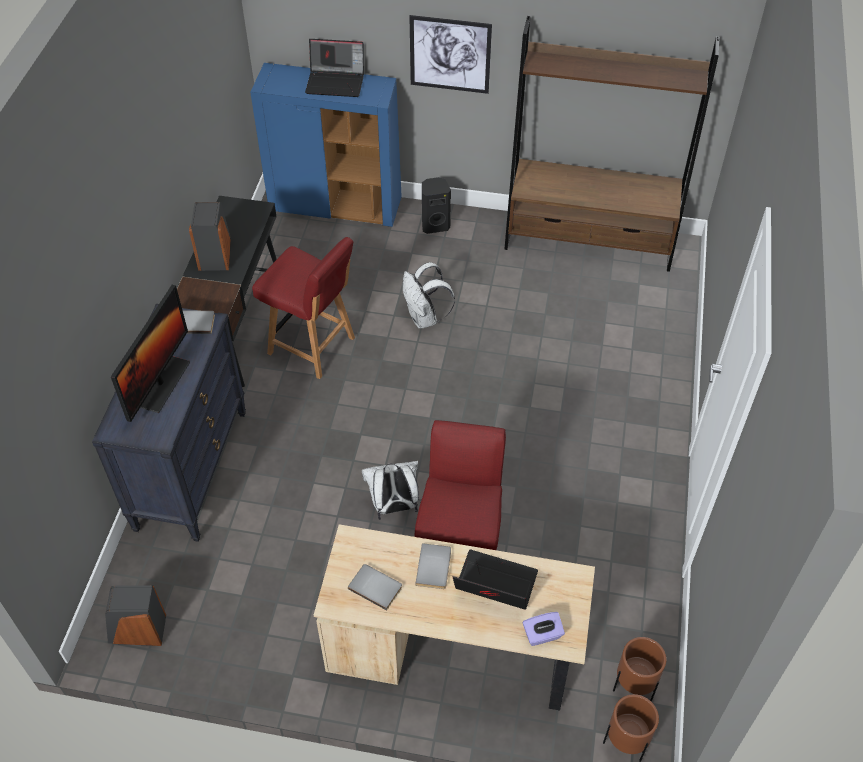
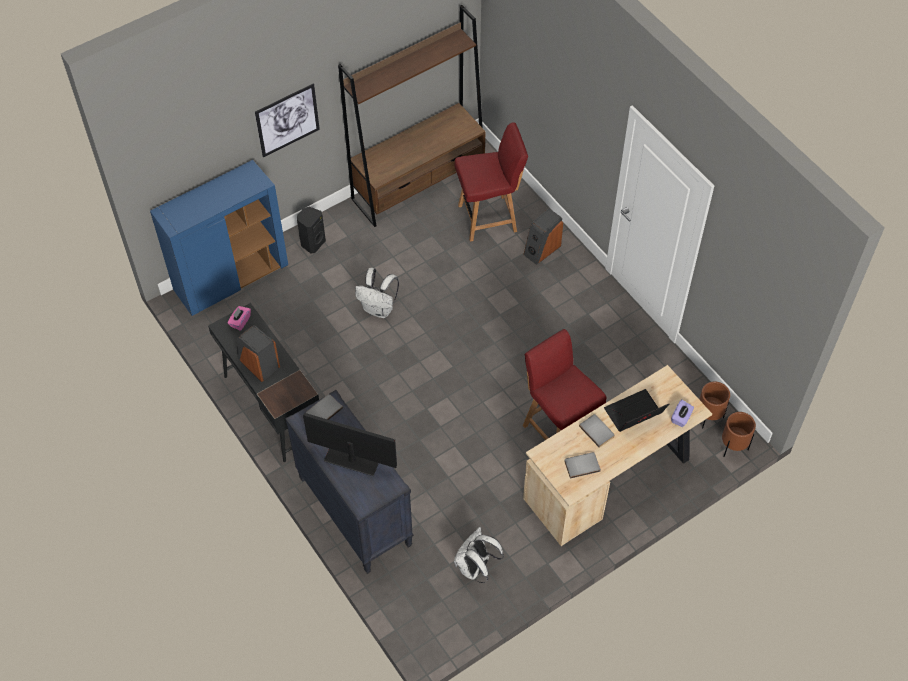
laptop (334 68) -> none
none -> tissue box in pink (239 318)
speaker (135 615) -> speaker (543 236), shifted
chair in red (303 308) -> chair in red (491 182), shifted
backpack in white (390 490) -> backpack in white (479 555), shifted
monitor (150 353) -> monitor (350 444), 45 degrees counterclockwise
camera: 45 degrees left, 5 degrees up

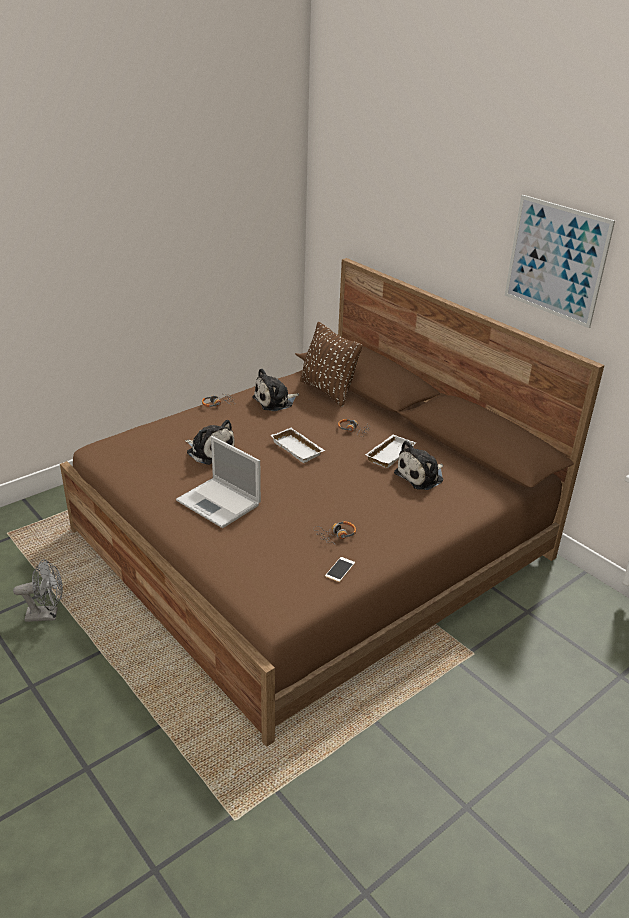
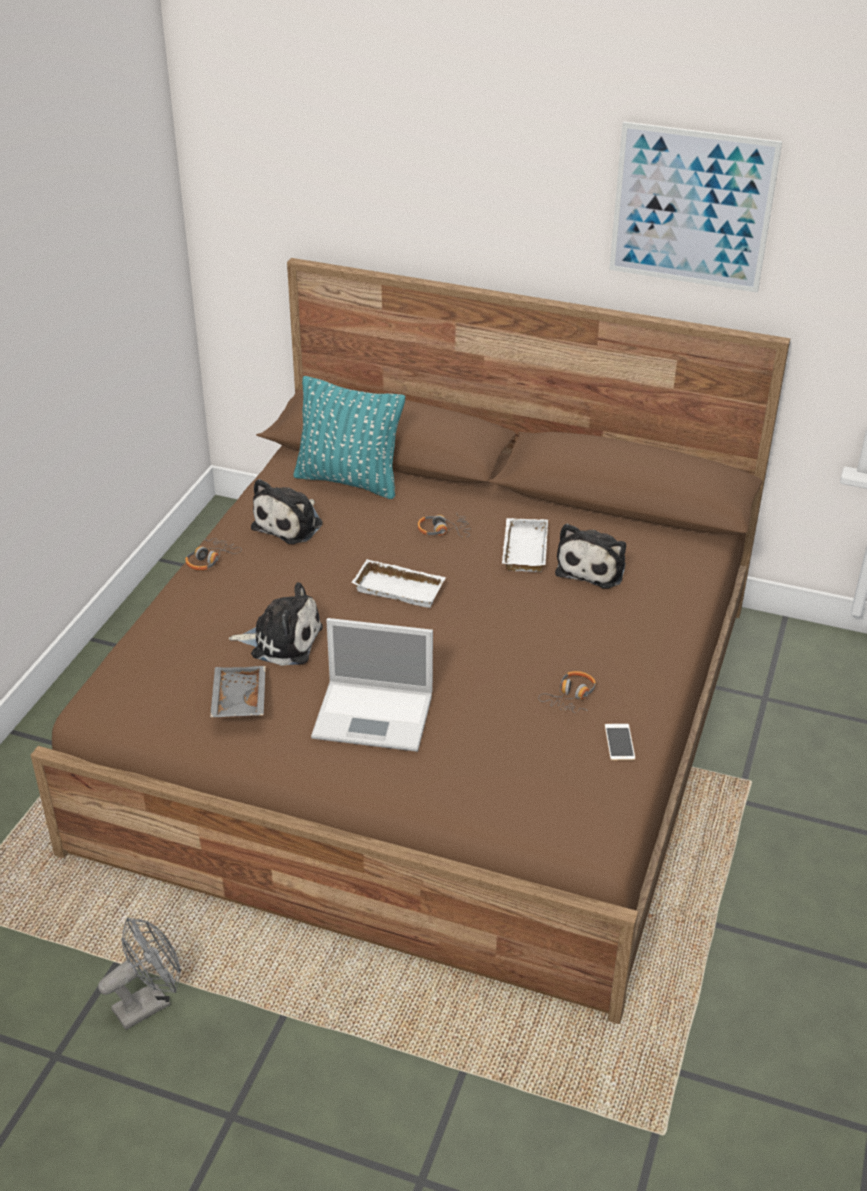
none -> tray in grey (238 692)
pillow in brown (331 364) -> pillow in turquoise (349 437)
camera: 30 degrees left, 5 degrees up

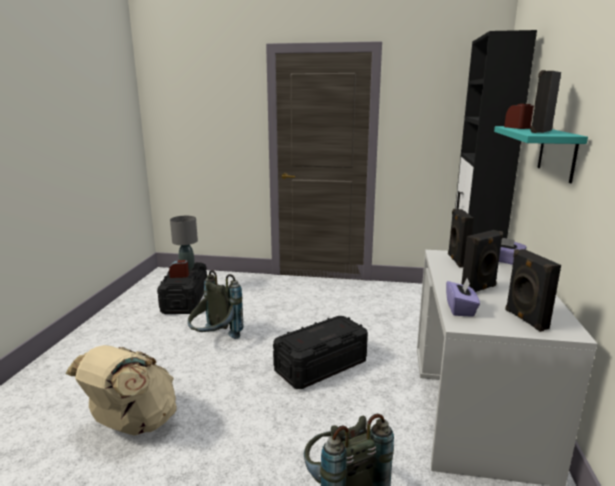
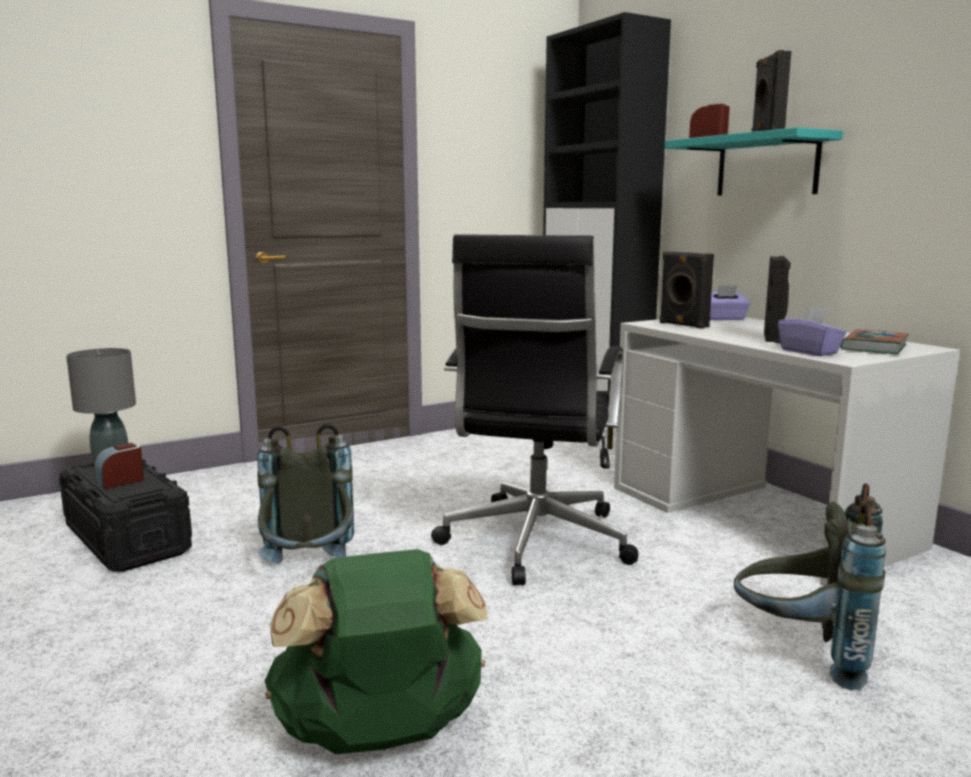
storage box in black (320 352) -> office chair in black (534 409)
speaker in black (533 290) -> book (874 342)
backpack in beige (121 390) -> backpack in green (376 651)
camera: 40 degrees left, 5 degrees down

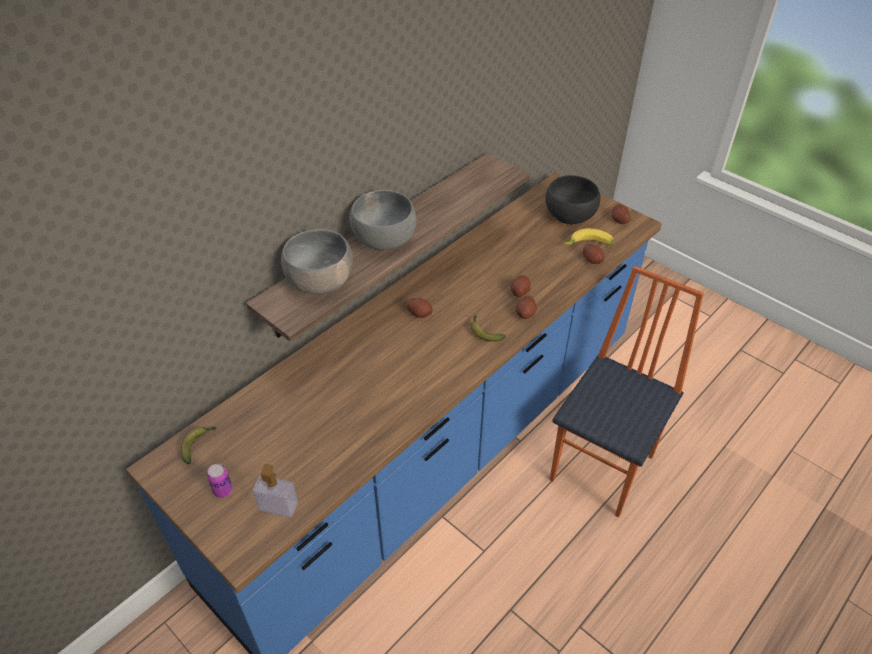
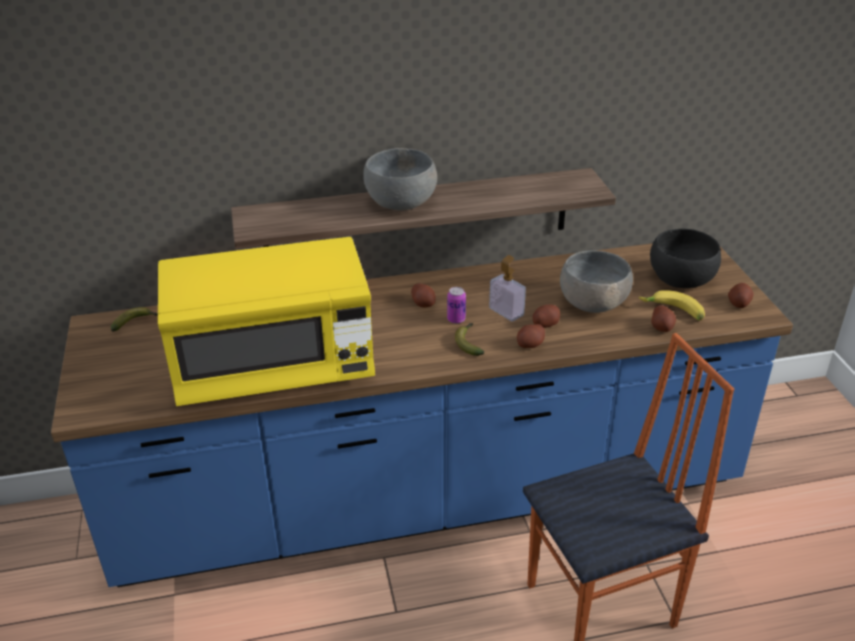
none -> microwave in yellow (266 321)
can (220 481) -> can (456 305), shifted
soap dispenser (275 491) -> soap dispenser (507 288), shifted
bowl in grey (317 261) -> bowl in grey (596 281), shifted
camera: 35 degrees right, 10 degrees down

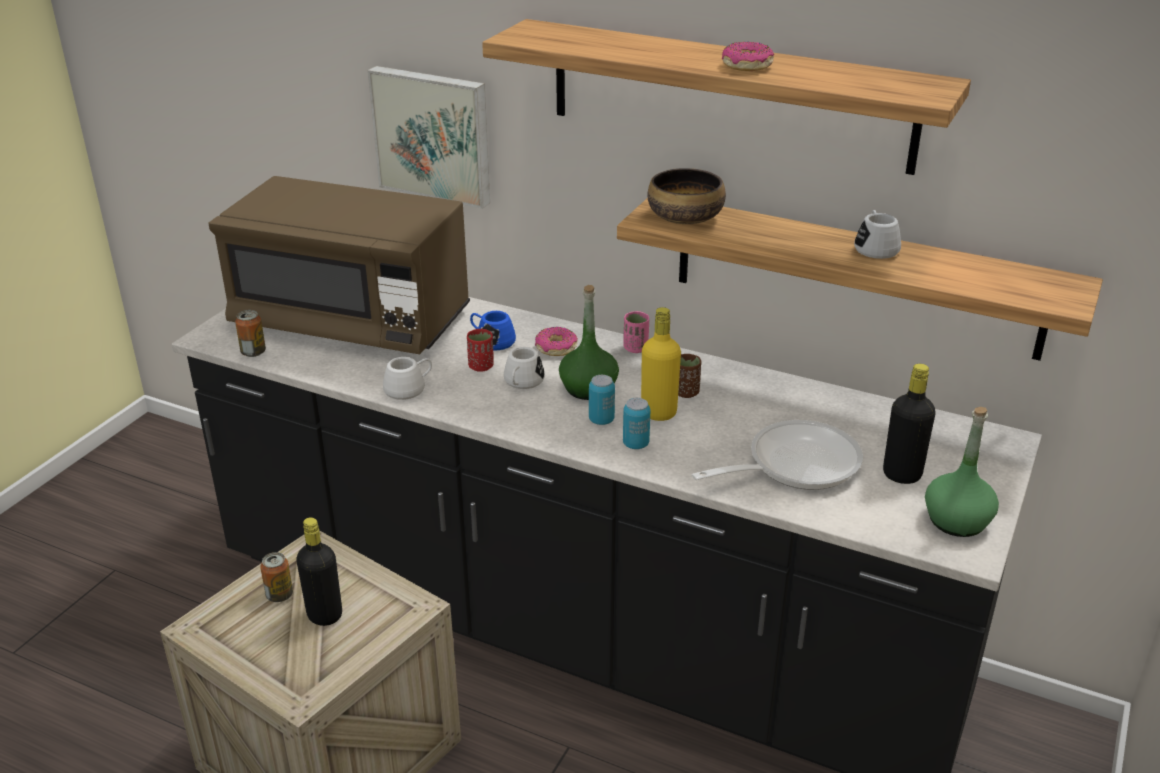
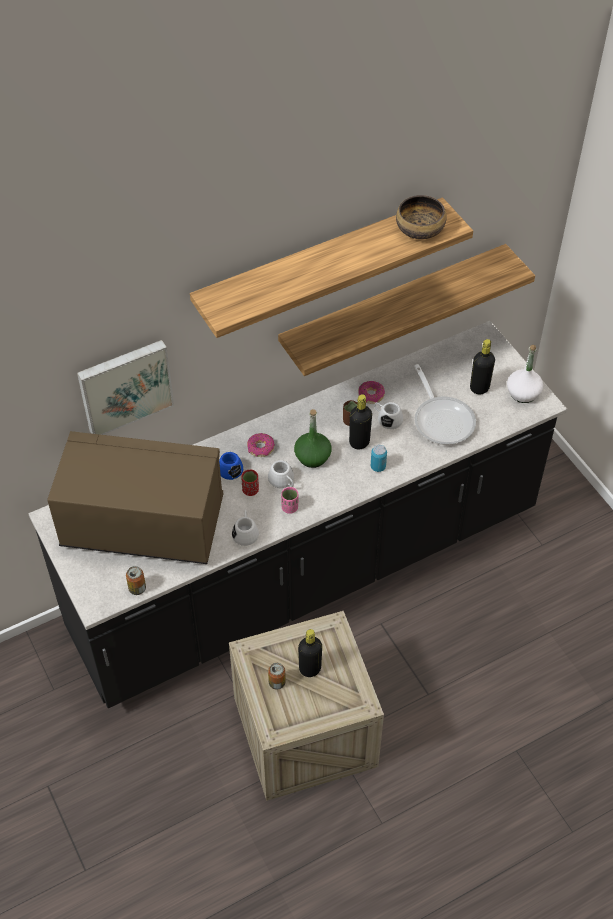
can (602 400) -> none
cup in pink (636 332) -> cup in pink (289 500), shifted
bowl (686 196) -> bowl (421 217), shifted
donut (748 56) -> donut (371 392), shifted
mug in white (877 234) -> mug in white (388 415), shifted
bottle in yellow (661 364) -> bottle in black (360 421)
bottle in green (962 472) -> bottle in white (525 374)
microwave in brown (339 265) -> microwave in brown (135 497), 135 degrees counterclockwise
frying pan (777 455) -> frying pan (445 404), 150 degrees clockwise
camera: 55 degrees left, 20 degrees up

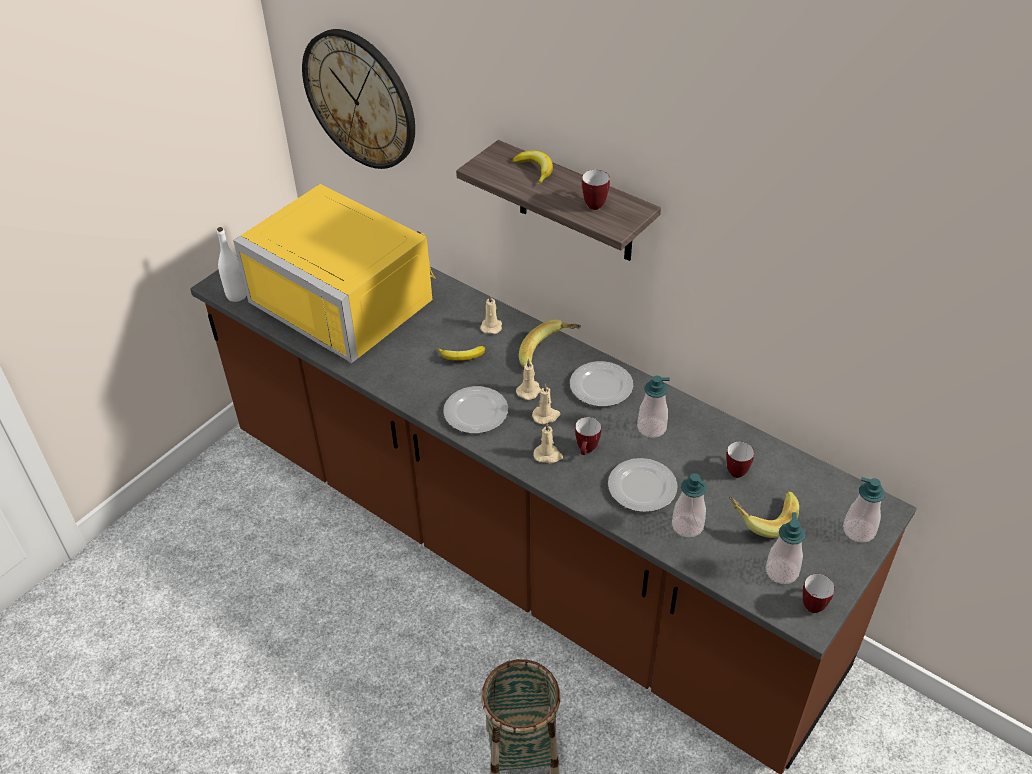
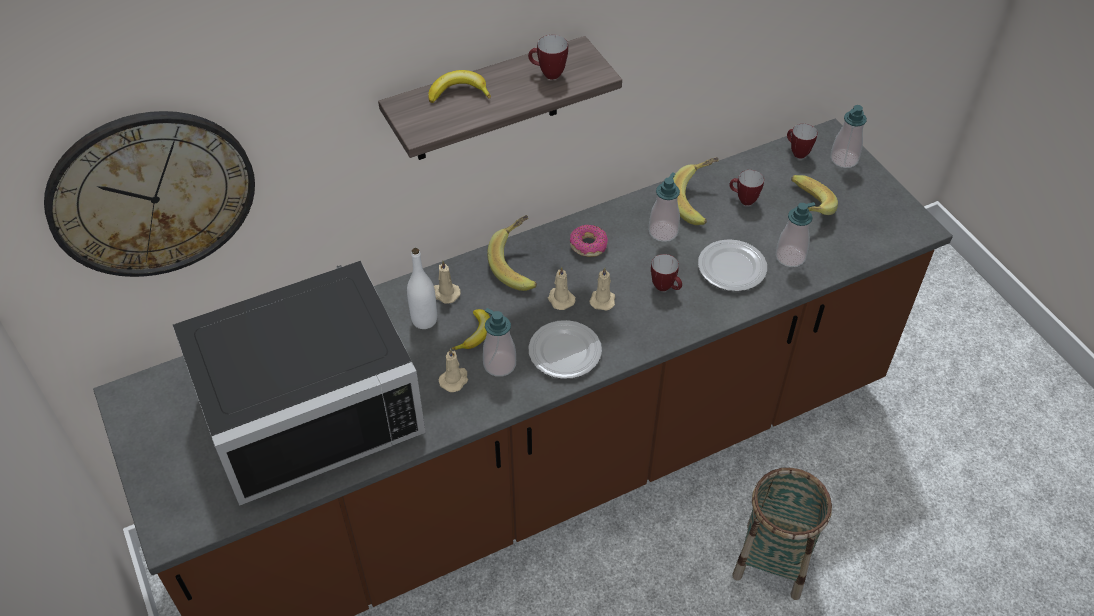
none -> banana (696 191)
bottle in white (231 264) -> bottle in white (422 288), shifted
candle in beige (548 443) -> candle in beige (453 370), shifted
soap dispenser (785 548) -> soap dispenser (499 342), shifted
mug (819 593) -> mug (802 141), shifted
plate (601 384) -> donut (589 241)
microwave in yellow (334 273) -> microwave in black (299 383)
camera: 65 degrees left, 5 degrees up

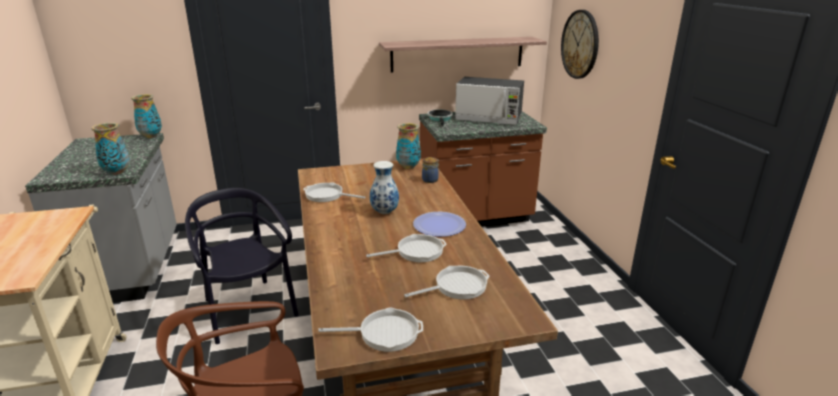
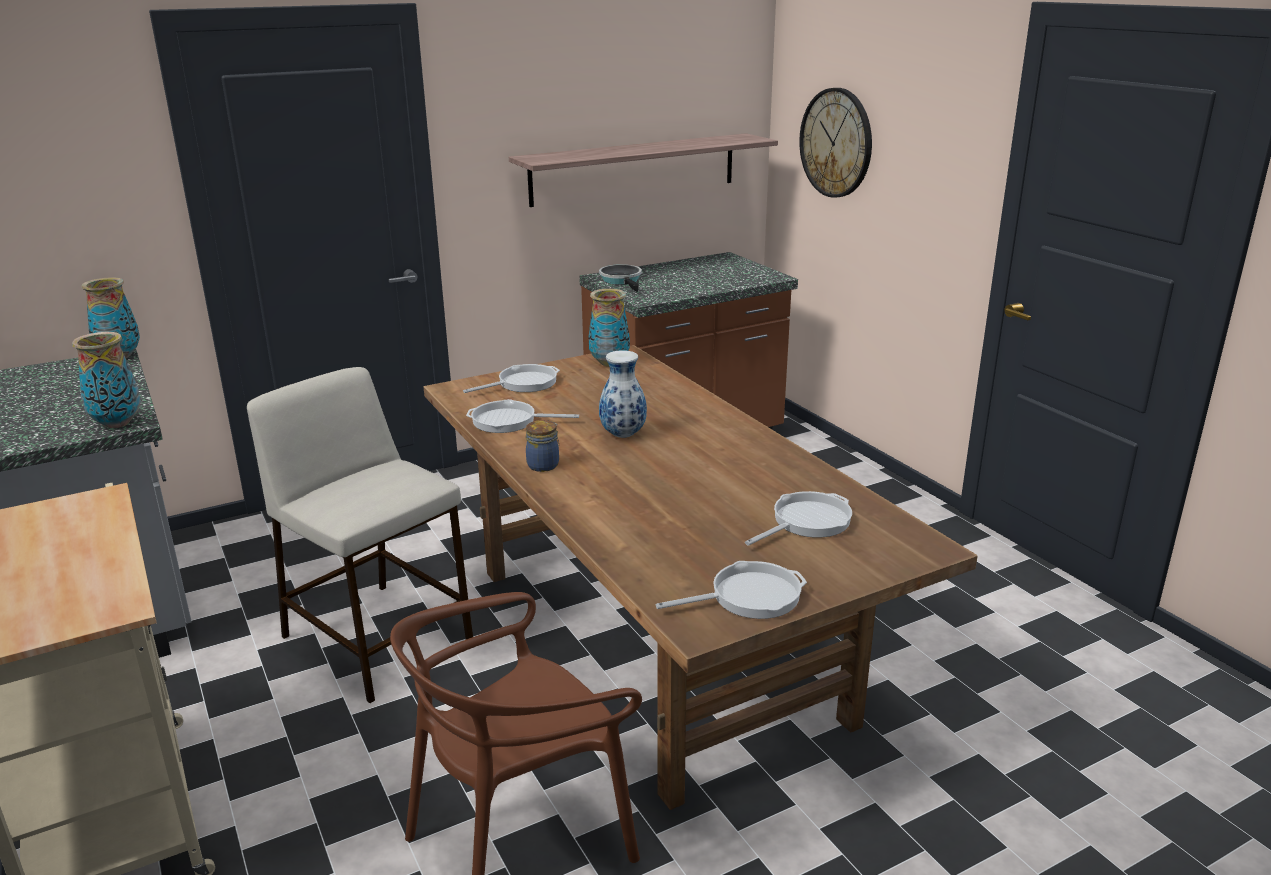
plate (439 224) -> none
microwave (489 101) -> none
frying pan (406 248) -> frying pan (511 378), shifted
jar (431 170) -> jar (542 446), shifted
chair in black (242 266) -> stool in beige (360 535)
camera: 15 degrees left, 0 degrees up

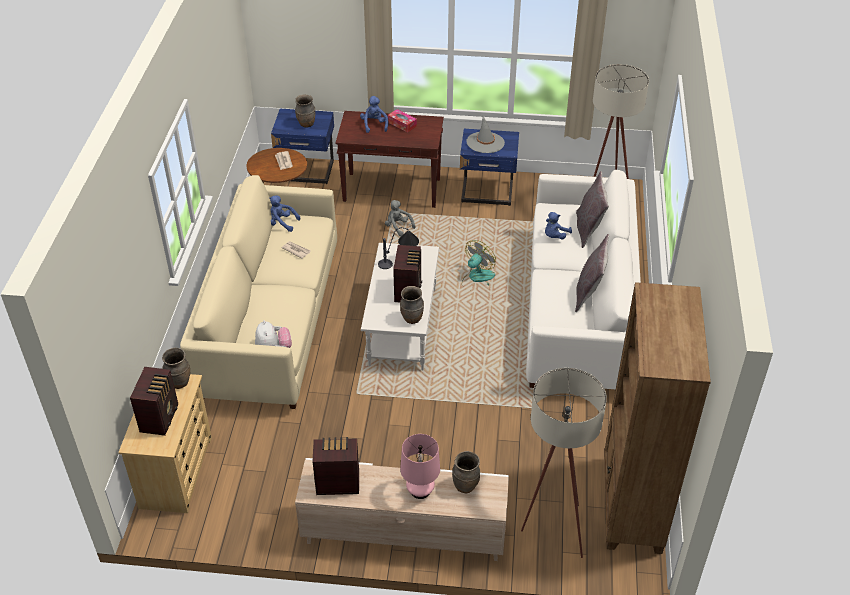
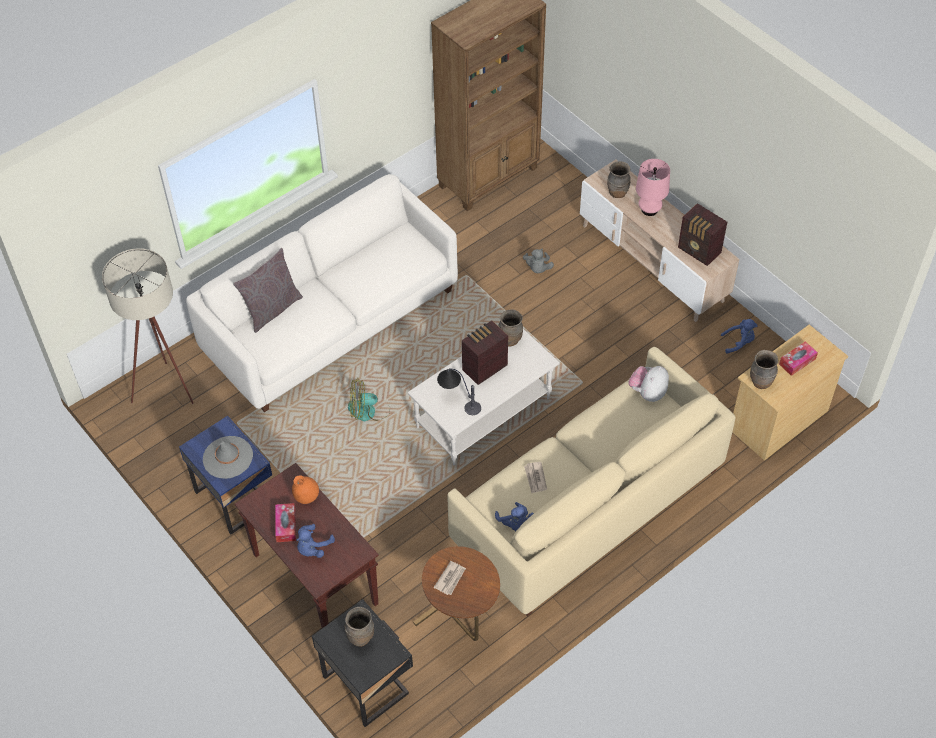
floor lamp in beige (564 463) -> none
pillow in grey (592 273) -> none
none -> vase in orange (305 489)
plush toy in grey (400 218) -> plush toy in grey (538 261), shifted
plush toy in blue (558 225) -> plush toy in blue (739 336), shifted
radio (154 401) -> tissue box (798 358)
nightstand in blue (302 146) -> nightstand in black (362 663)
camera: 135 degrees left, 10 degrees up

